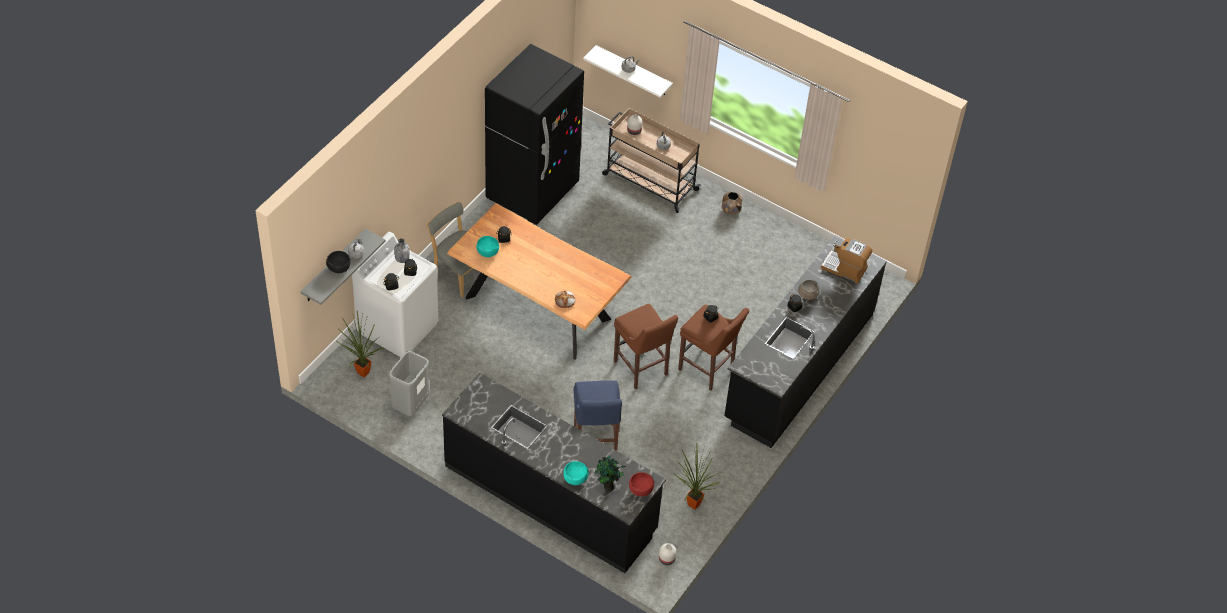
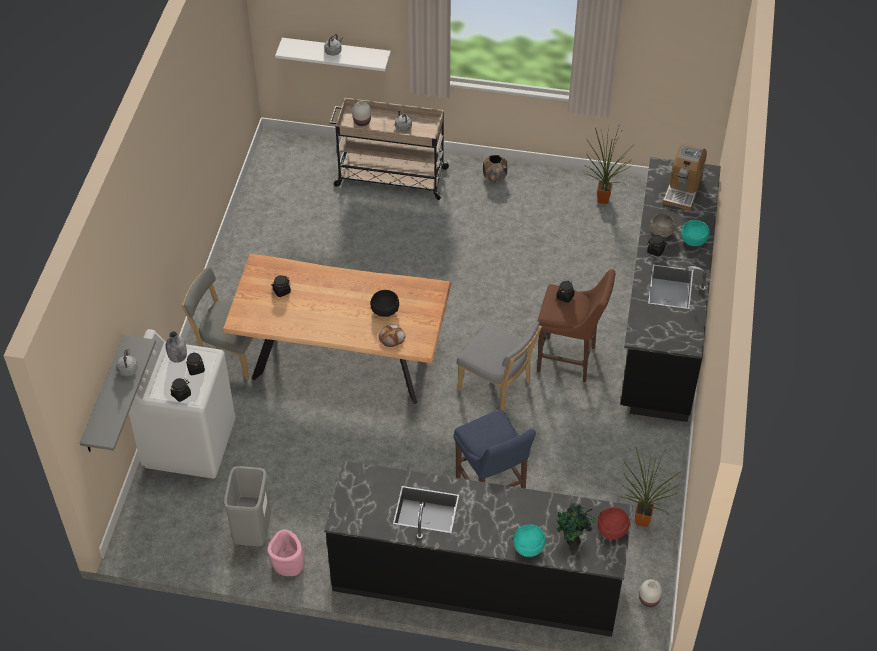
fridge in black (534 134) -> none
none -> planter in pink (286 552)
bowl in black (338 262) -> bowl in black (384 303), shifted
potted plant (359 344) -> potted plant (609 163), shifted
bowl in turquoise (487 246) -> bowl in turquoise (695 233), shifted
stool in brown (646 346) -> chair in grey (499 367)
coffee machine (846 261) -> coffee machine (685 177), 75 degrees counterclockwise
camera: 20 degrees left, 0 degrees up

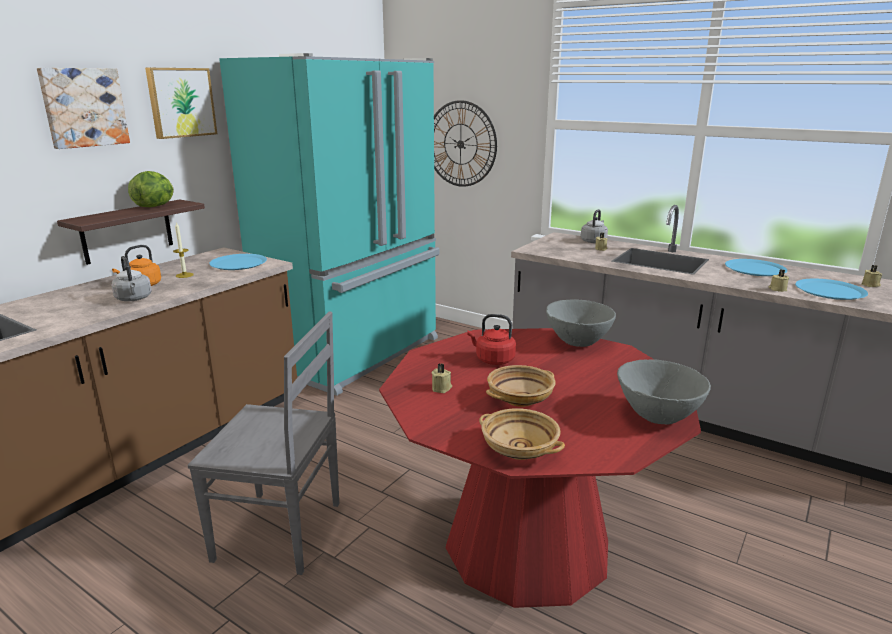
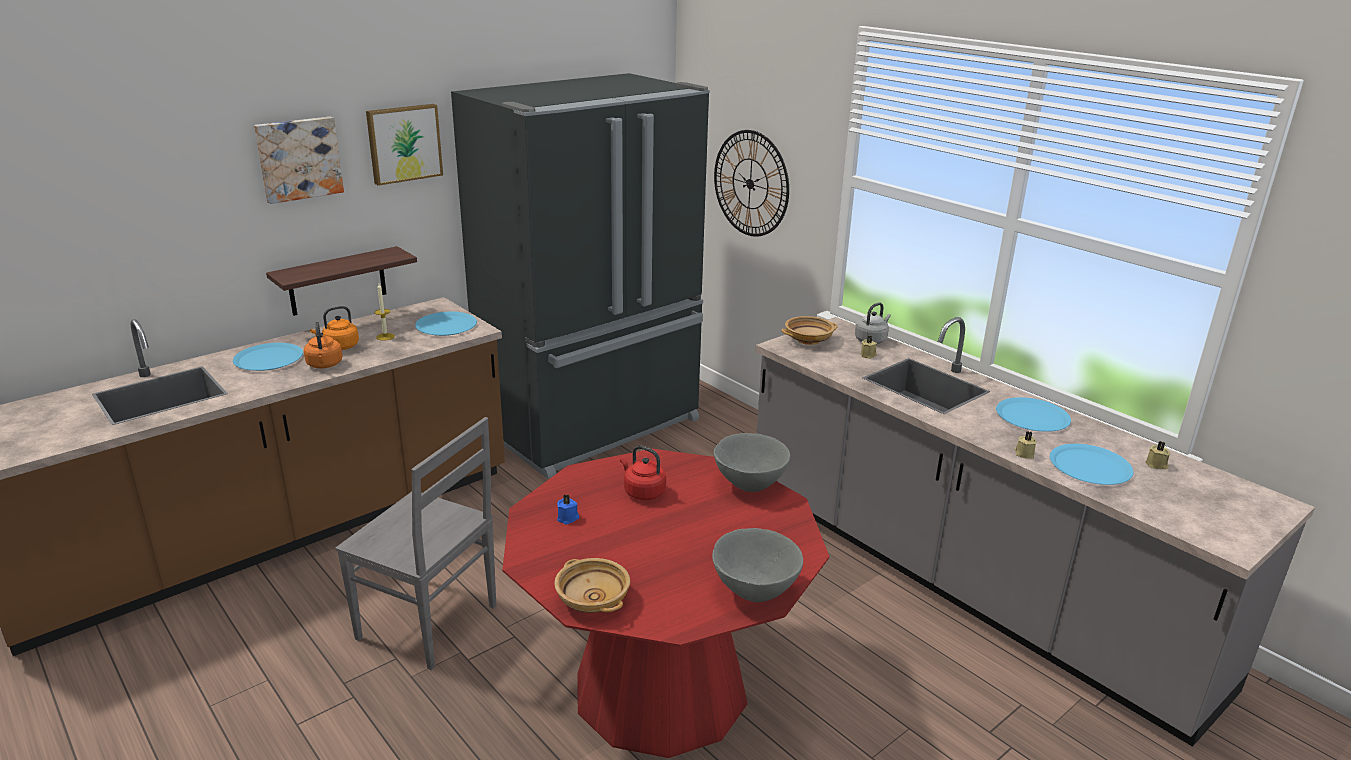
lettuce (151 189) -> none
none -> plate in blue (268 357)
bowl in beige (521 386) -> bowl in beige (809 330), shifted
kettle in grey (131 278) -> kettle in orange (323 345)
fridge in turquoise (329 224) -> fridge in black (580 276)
candle in beige (442 378) -> candle in blue (568 509)
camera: 15 degrees right, 5 degrees up

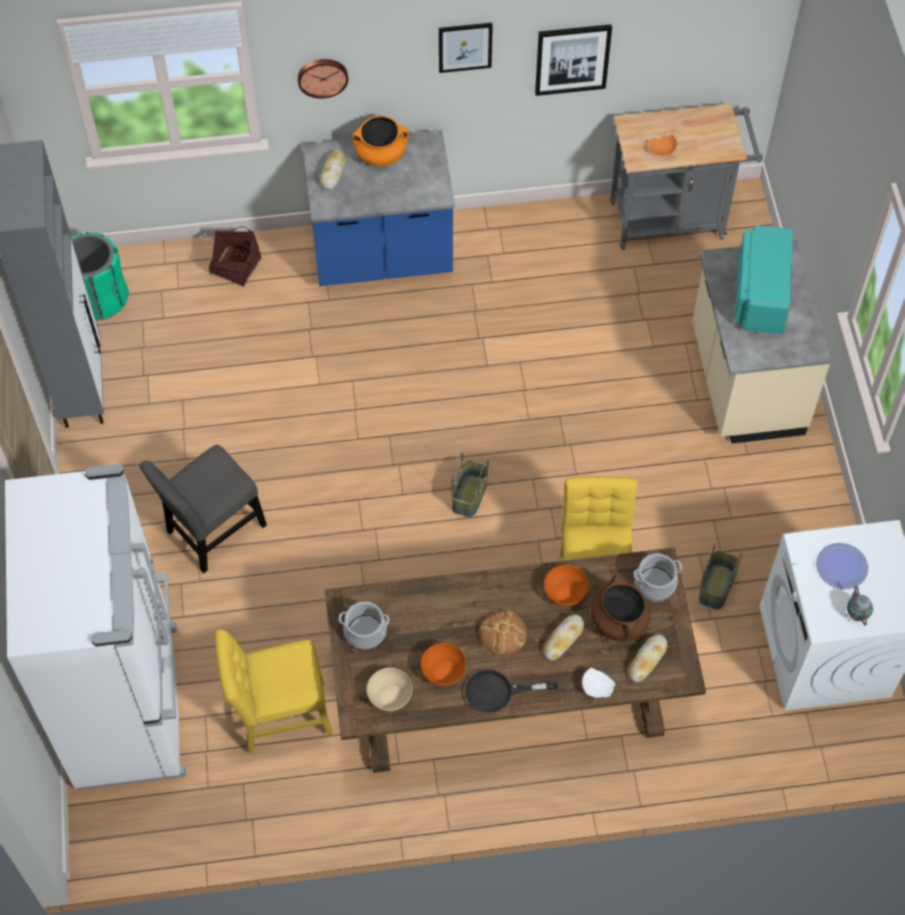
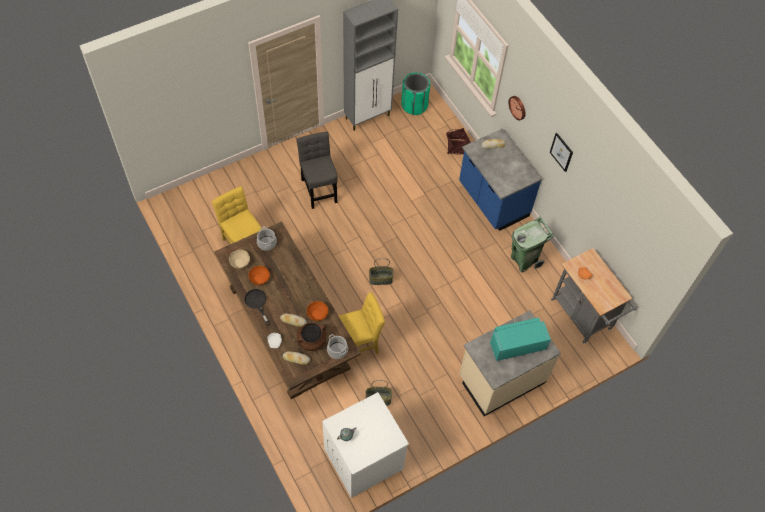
fridge in white (95 627) -> none
cooking pot in orange (380 141) -> none
bread (503 633) -> none
picture (573 60) -> none
plate (842 566) -> none
none -> trash can in green (532 244)
chair in grey (203 509) -> chair in grey (317 170), 45 degrees clockwise
camera: 65 degrees right, 0 degrees up

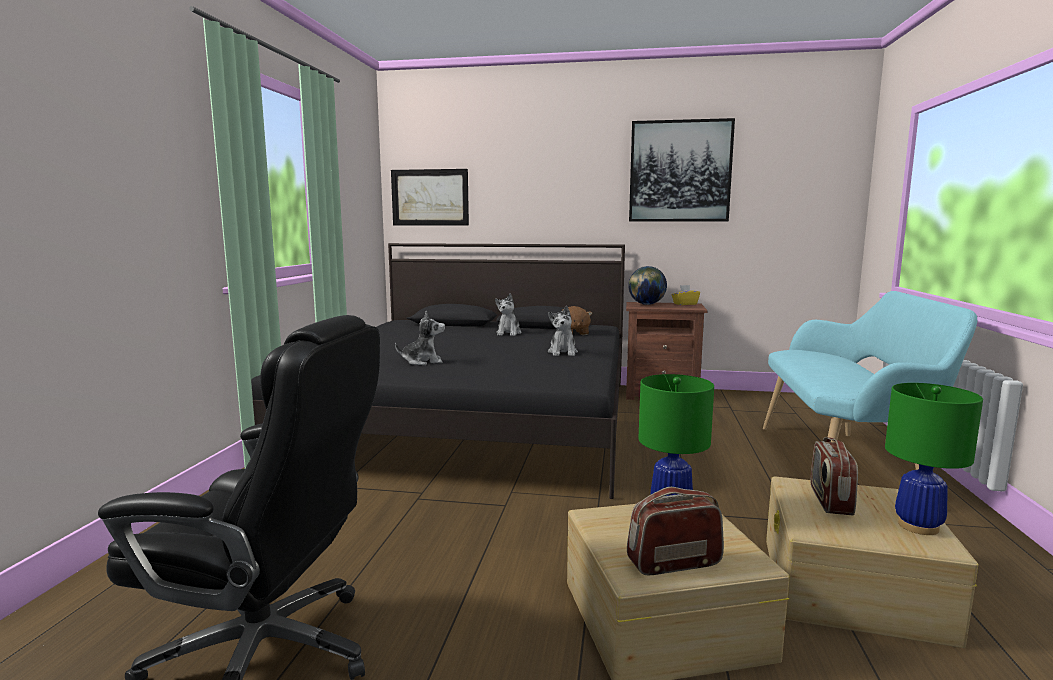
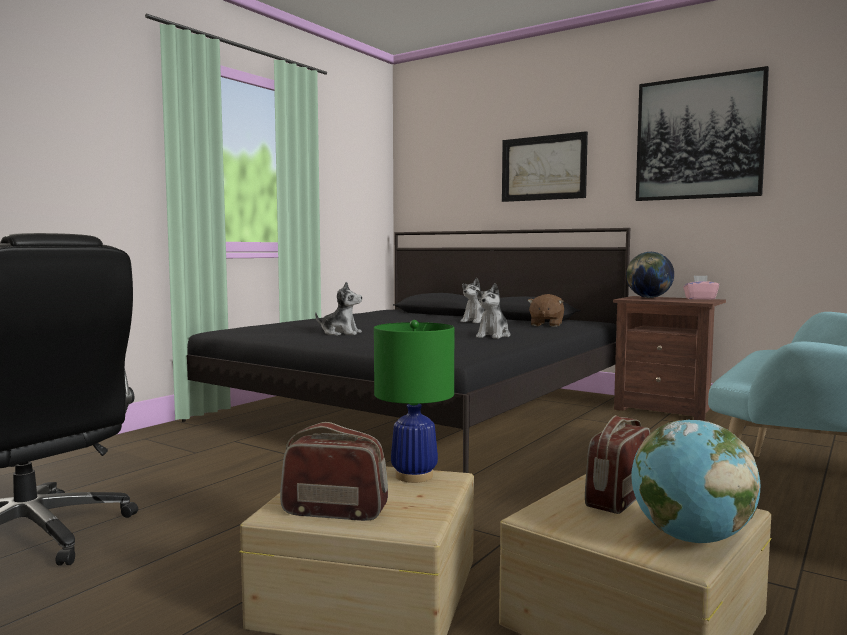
picture (430 197) -> picture (545 166), shifted
table lamp in green (934 459) -> globe (695 481)
tissue box in yellow (686 295) -> tissue box in pink (701 287)
camera: 25 degrees right, 5 degrees down

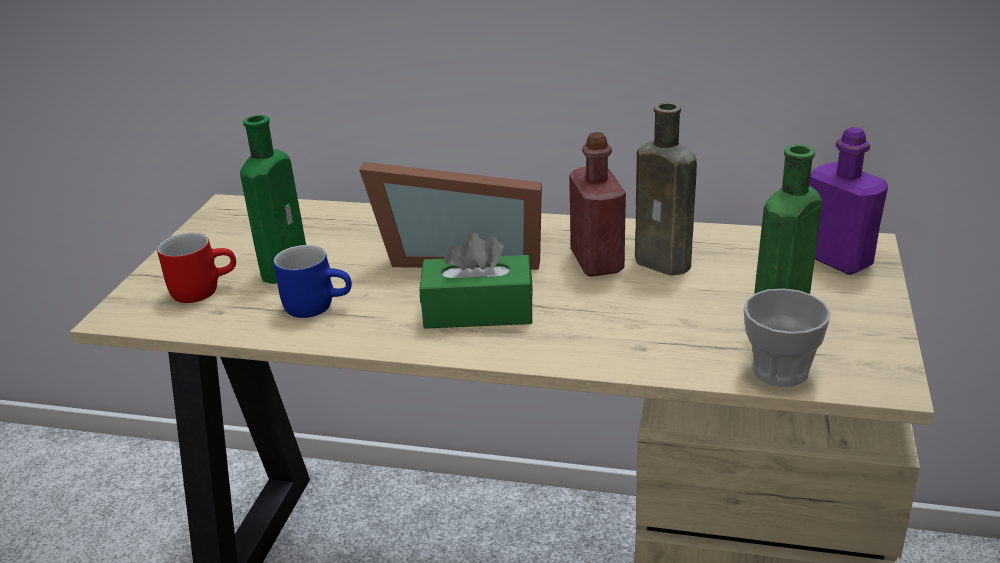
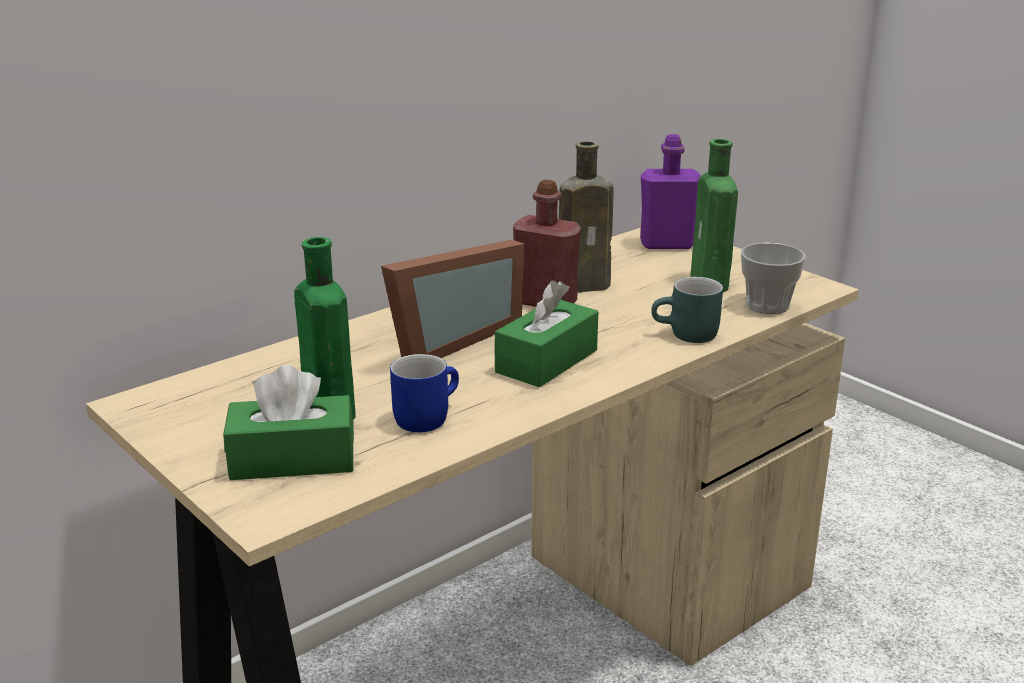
none -> mug in turquoise (687 310)
mug in red (196 268) -> tissue box in green (288 422)
camera: 55 degrees left, 5 degrees down

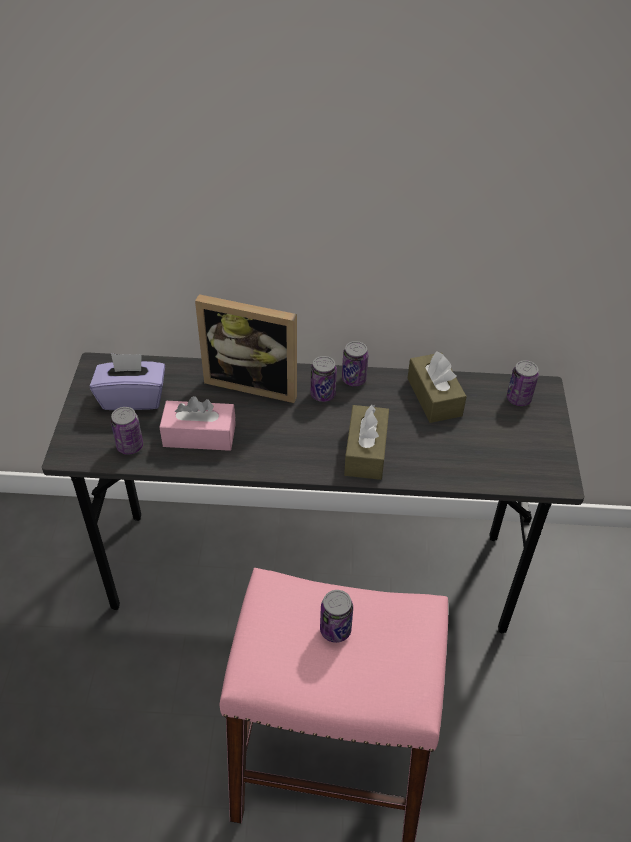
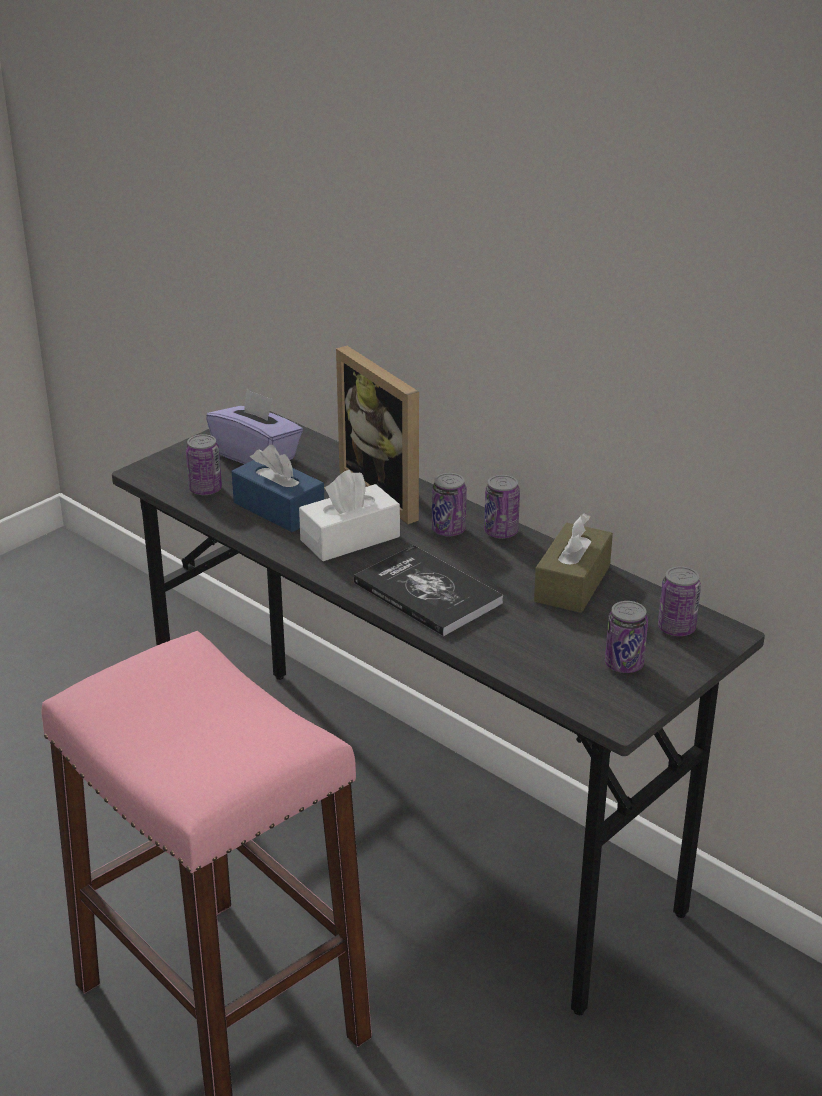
none -> tissue box in white (349 515)
can (336 616) -> can (626 637), shifted
tissue box in brown (366 442) -> book (428 591)
tissue box in pink (197 423) -> tissue box in blue (278 488)
camera: 40 degrees right, 15 degrees down

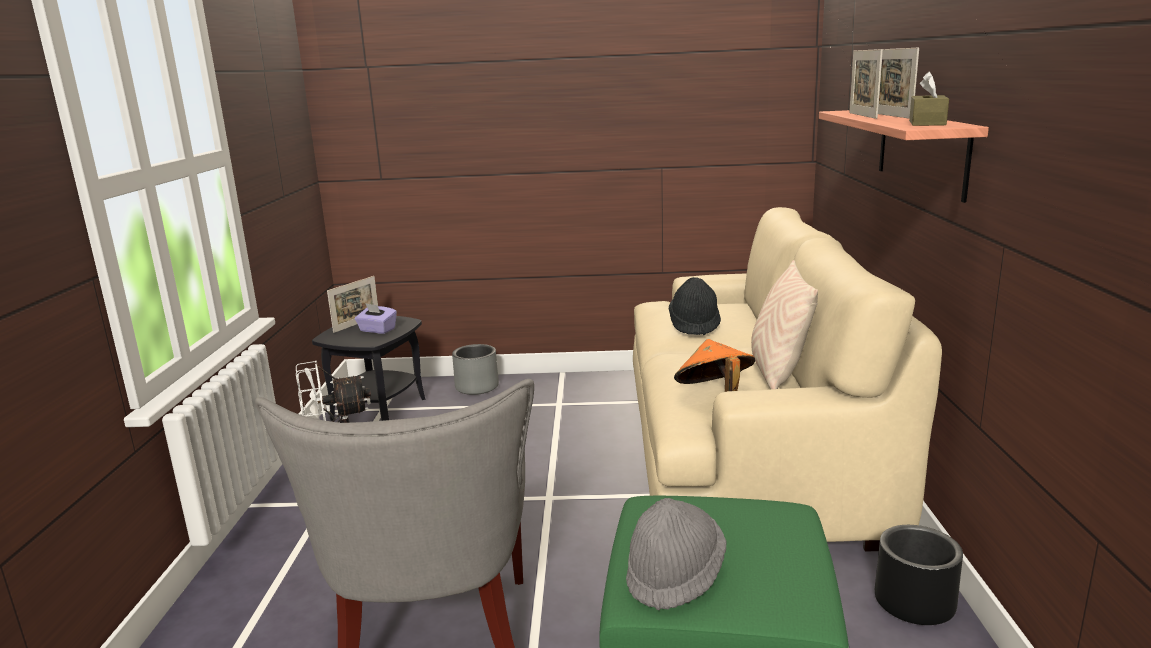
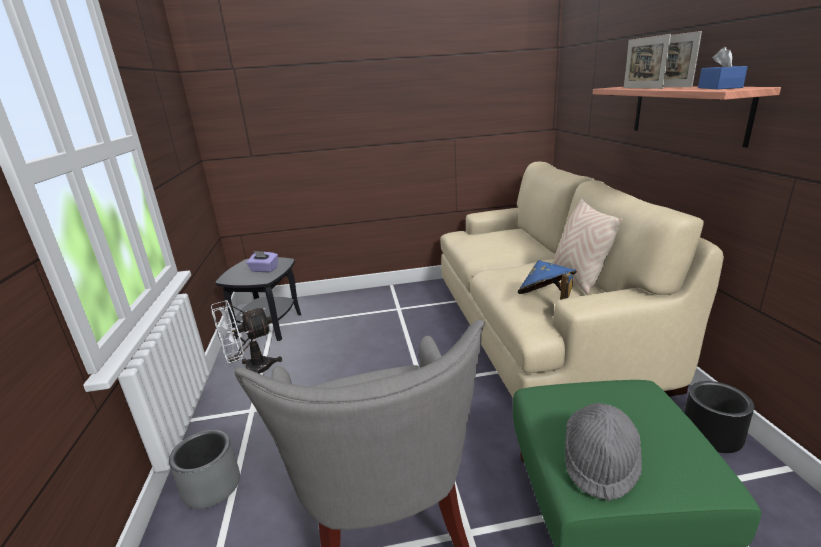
picture frame (352 304) -> none
hat in black (695 306) -> none
planter in grey (475 369) -> planter in grey (204 469), shifted
hat in orange (714 365) -> hat in blue (547 280)
tissue box in brown (929 98) -> tissue box in blue (723 68)
camera: 10 degrees left, 5 degrees up

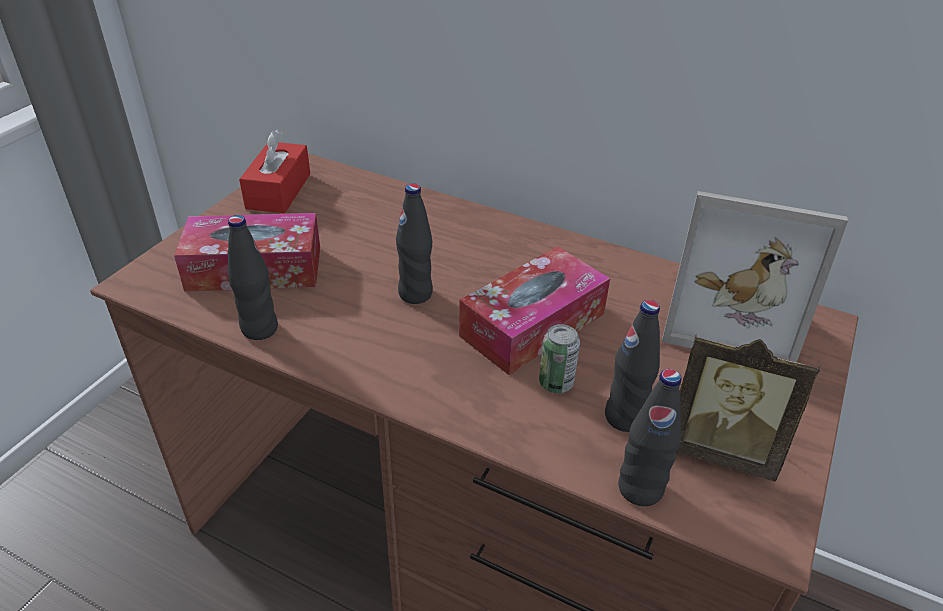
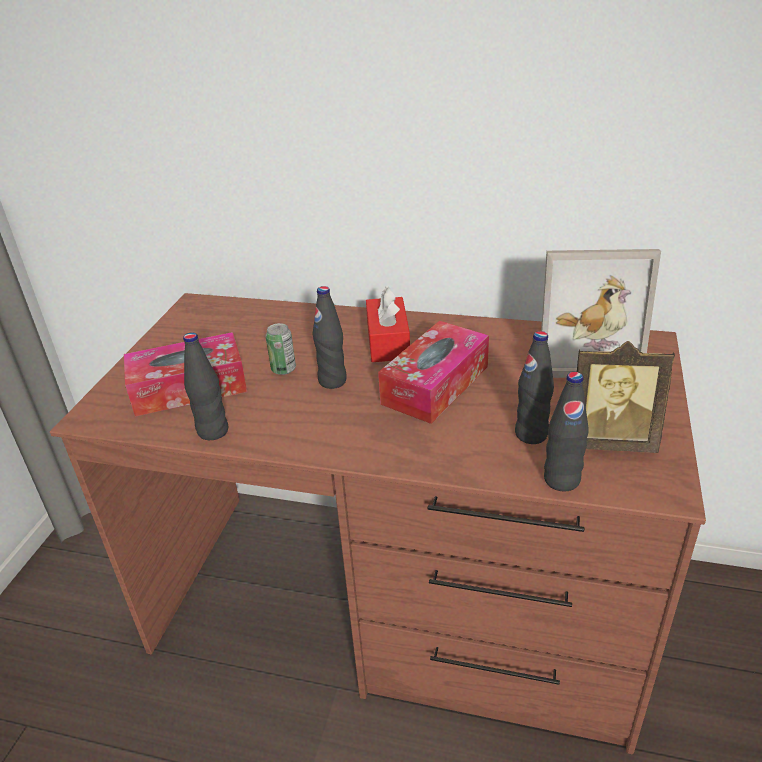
tissue box in red (274 171) -> tissue box in red (388 324), shifted
can (559 358) -> can (280 349), shifted
camera: 10 degrees left, 5 degrees down

